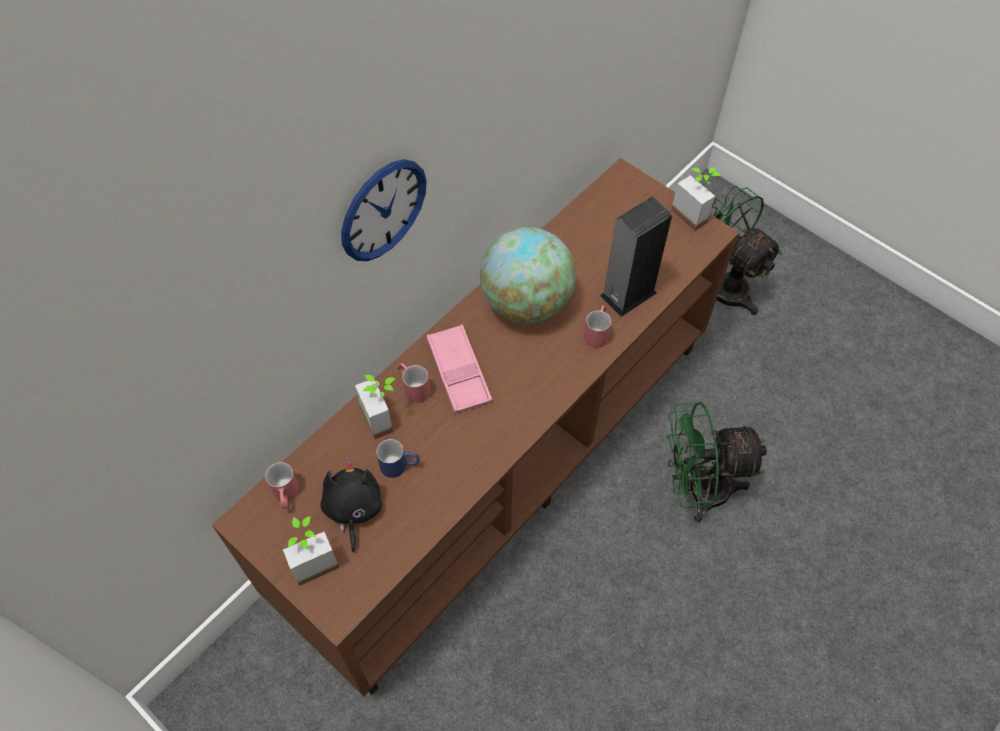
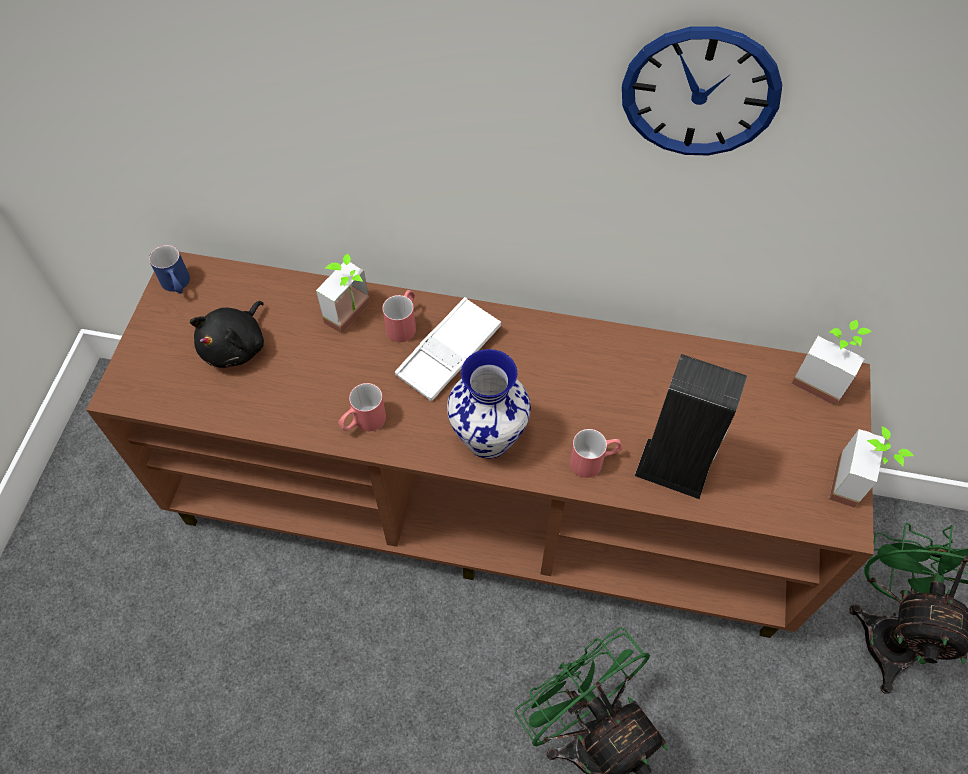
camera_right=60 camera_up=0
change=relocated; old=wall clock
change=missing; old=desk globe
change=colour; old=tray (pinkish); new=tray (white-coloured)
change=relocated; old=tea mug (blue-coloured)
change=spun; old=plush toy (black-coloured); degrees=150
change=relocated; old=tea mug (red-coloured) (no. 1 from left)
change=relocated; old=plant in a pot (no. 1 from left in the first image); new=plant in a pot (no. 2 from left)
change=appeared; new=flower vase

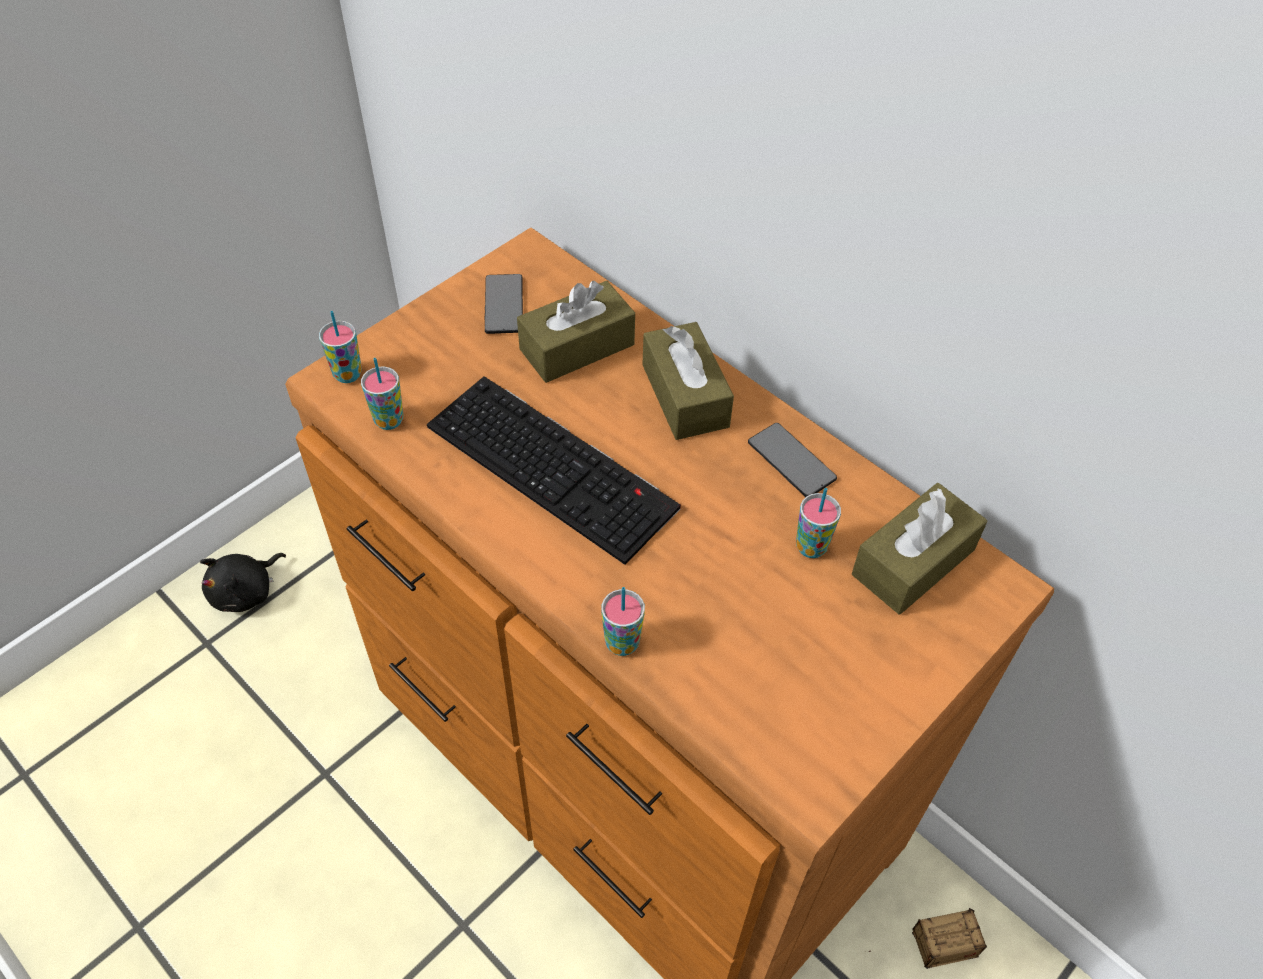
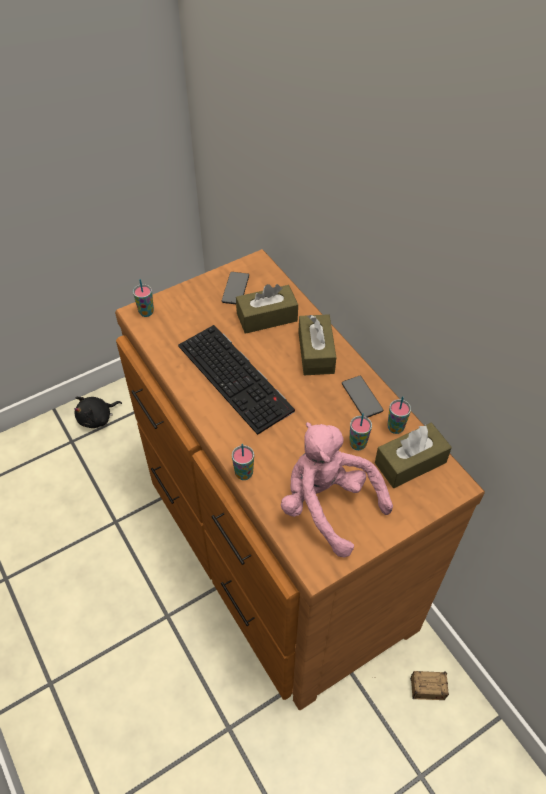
camera_right=15 camera_up=0
change=relocated; old=drinking cup (no. 2 from left in the first image); new=drinking cup (no. 4 from left)
change=appeared; new=plush toy (pinkish)

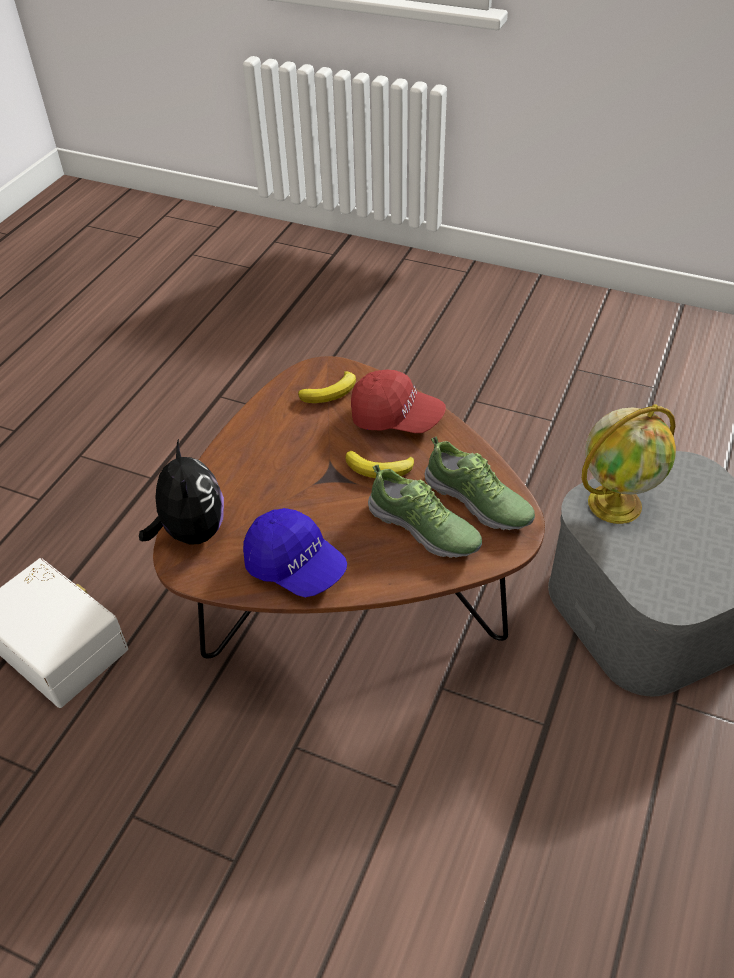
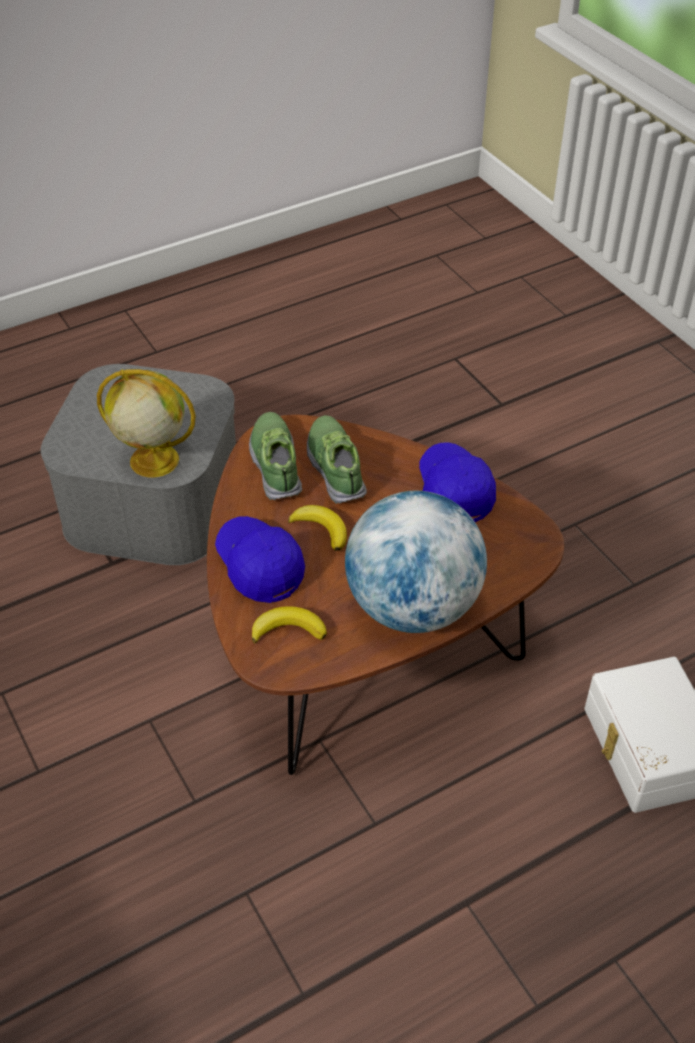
camera_right=-145 camera_up=0
change=colour; old=peaked cap (red-coloured); new=peaked cap (blue-coloured) (no. 1 from left)
change=missing; old=plush toy
change=appeared; new=desk globe (no. 2 from left)

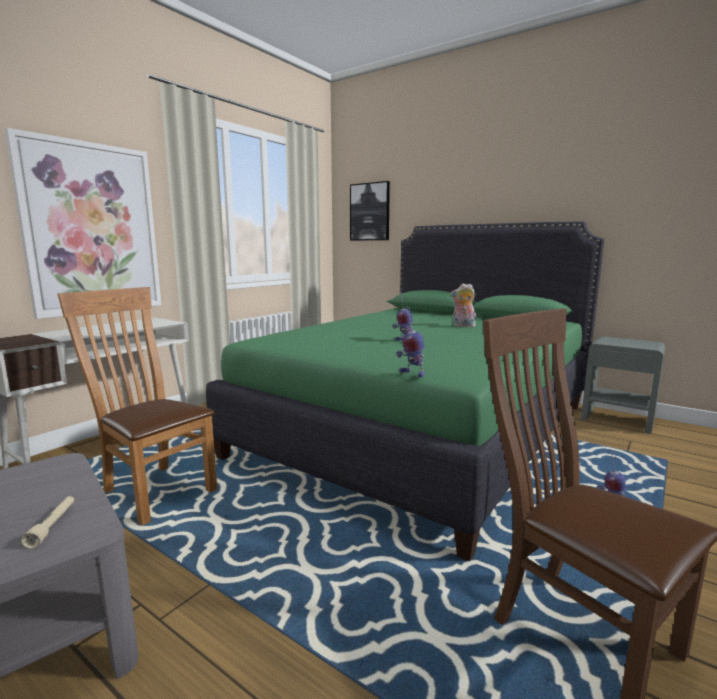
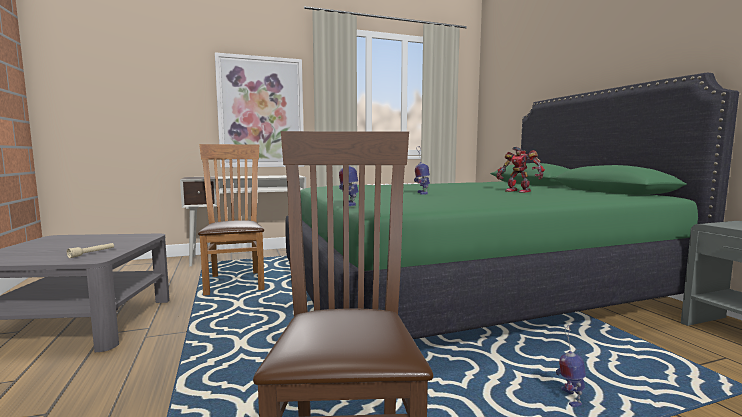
camera_right=35 camera_up=-5
change=missing; old=wall picture (no. 2 from left)
change=exchanged; old=plush toy; new=robot figure (no. 3 from left)

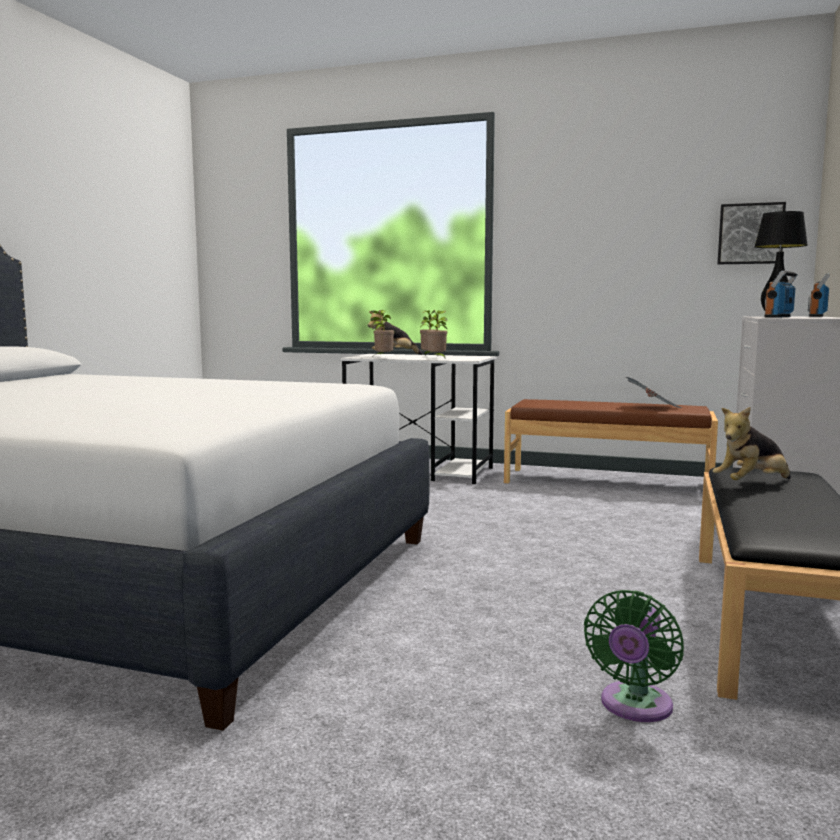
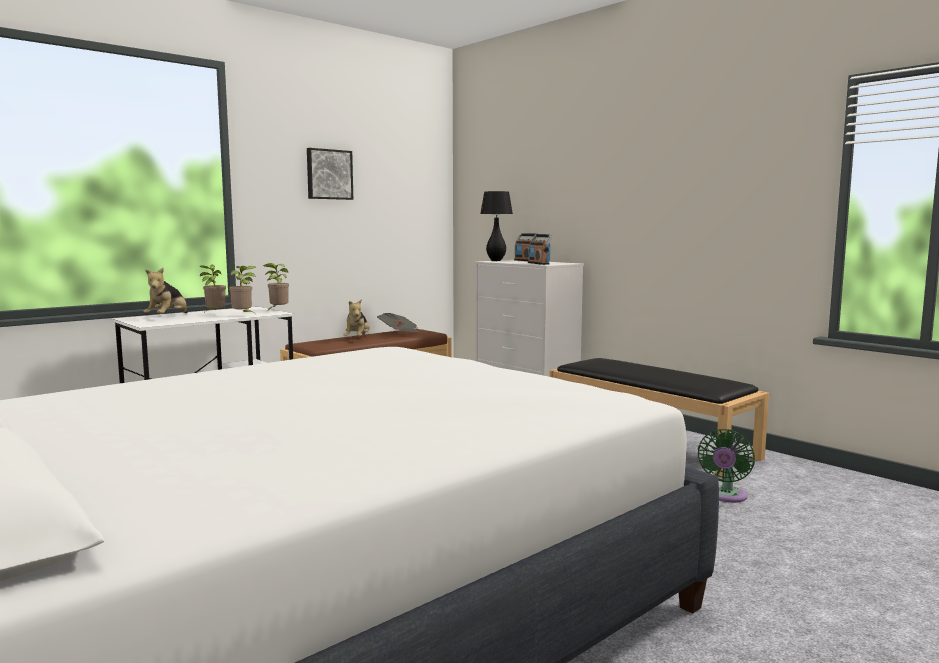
camera_right=-60 camera_up=0
change=relocated; old=wall picture
change=relocated; old=plant in a pot (no. 1 from left in the first image); new=plant in a pot (no. 3 from left)
change=relocated; old=plush toy (no. 2 from left)
change=spun; old=cooling fan (greenish); degrees=60

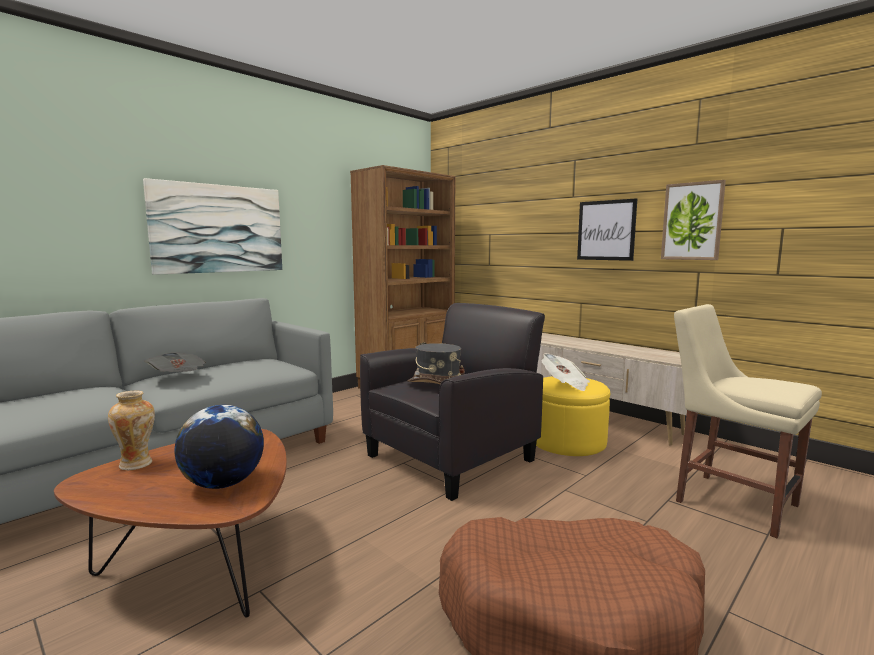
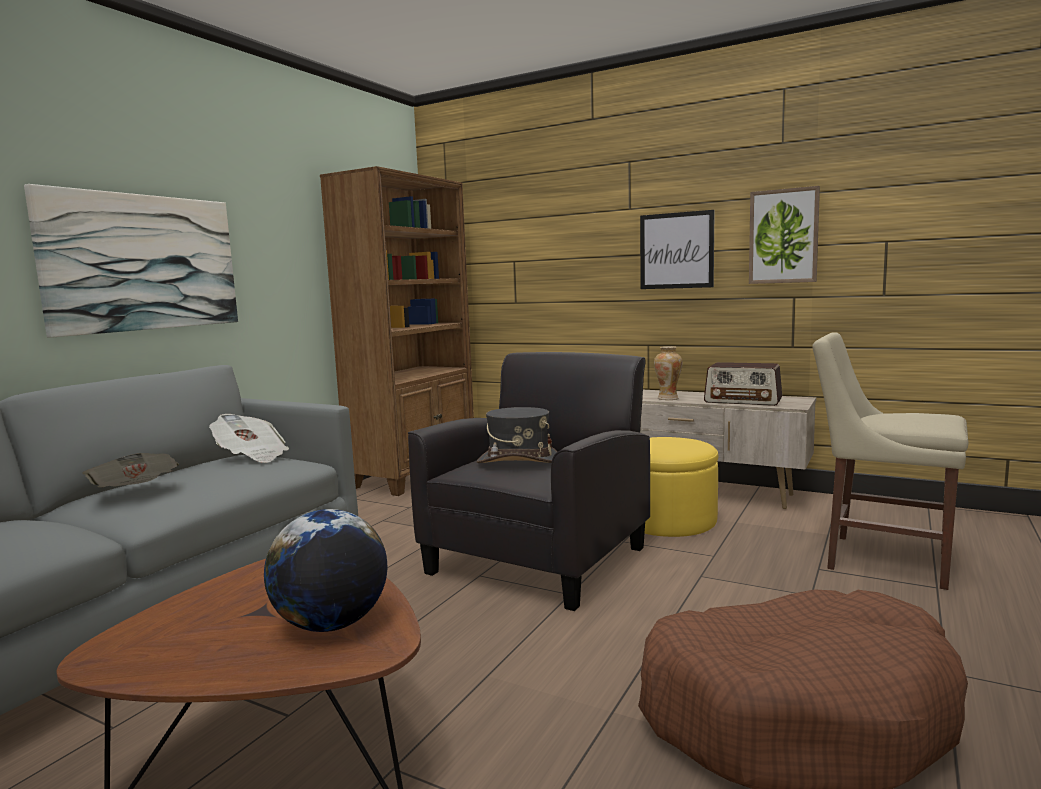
camera_right=-15 camera_up=0
change=relocated; old=printed paper (no. 2 from left)
change=relocated; old=flower vase
change=appeared; new=radio set

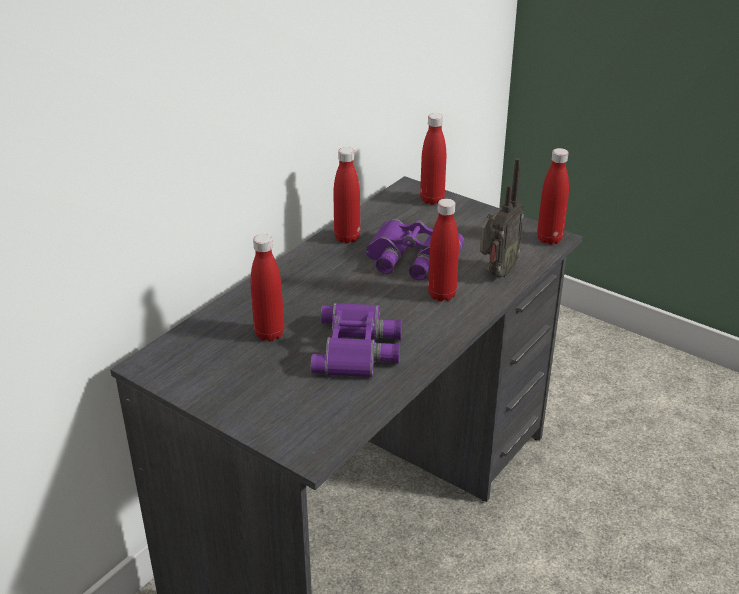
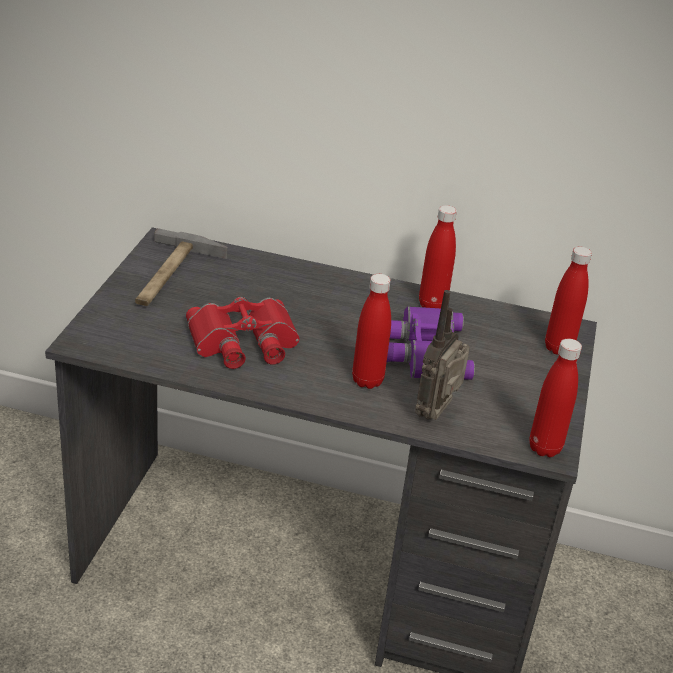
camera_right=65 camera_up=0
change=spun; old=radio set; degrees=105
change=missing; old=bottle (red-coloured) (no. 1 from left)
change=colour; old=pair of binoculars (purple) (no. 1 from left); new=pair of binoculars (red-coloured)
change=appeared; new=tool hammer

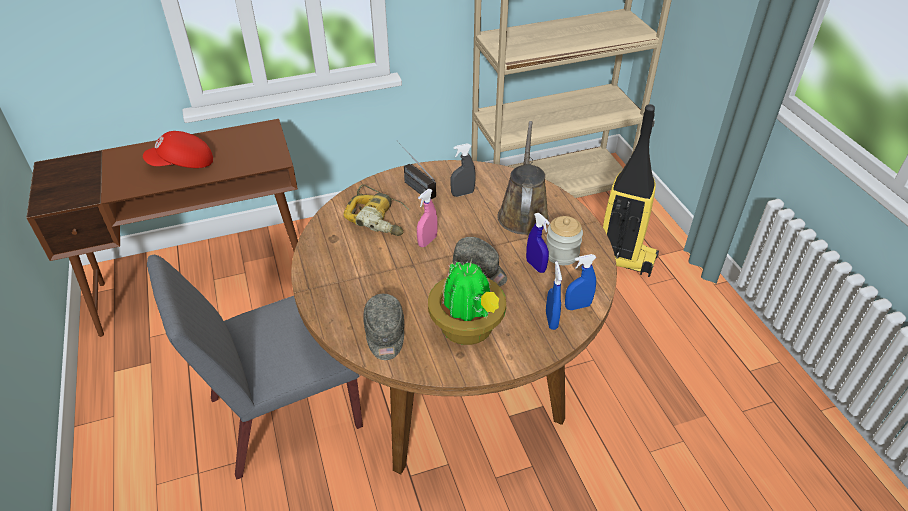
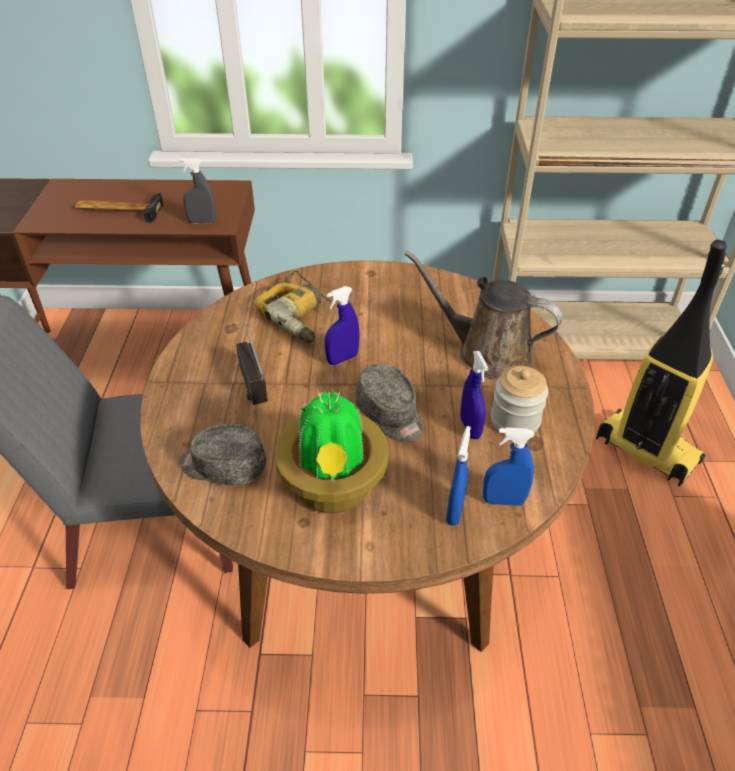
camera_right=20 camera_up=0
change=spun; old=sprinkling can (brownish); degrees=-90
change=exchanged; old=peaked cap (red-coloured); new=tool hammer
change=relocated; old=radio set
change=relocated; old=hand sprayer (gray)
change=colour; old=hand sprayer (pinkish); new=hand sprayer (blue-coloured) (no. 1 from left)
change=spun; old=peaked cap (gray) (no. 1 from left); degrees=90

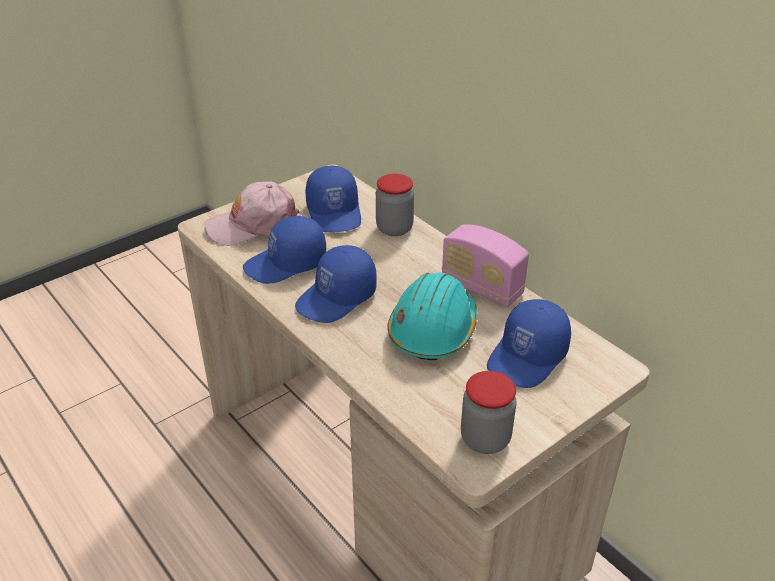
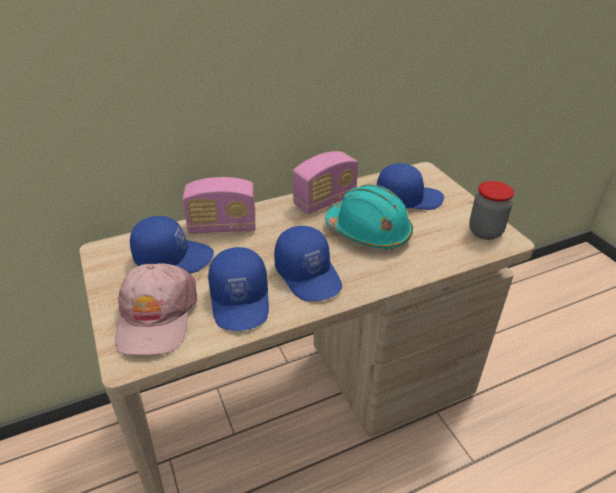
camera_right=-75 camera_up=0
change=exchanged; old=storage jar (no. 1 from left); new=radio set (no. 1 from left)
change=spun; old=peaked cap (blue-coloured) (no. 4 from left); degrees=-60

